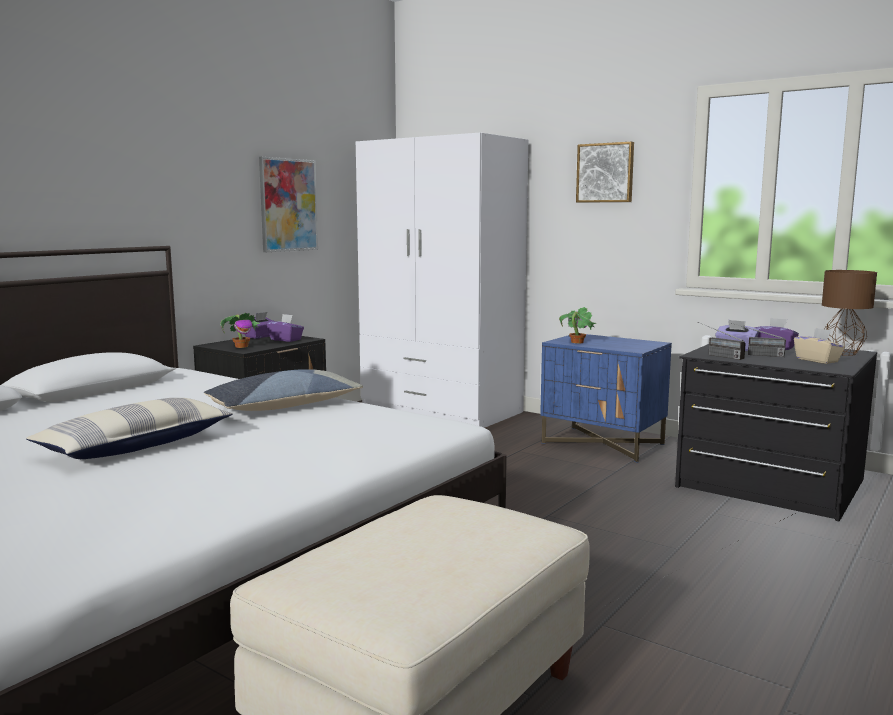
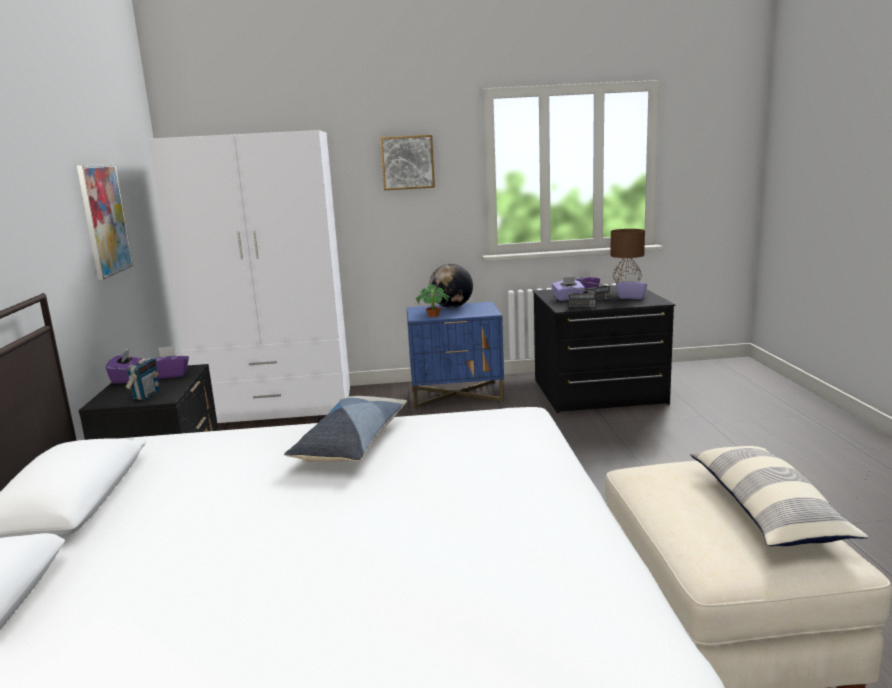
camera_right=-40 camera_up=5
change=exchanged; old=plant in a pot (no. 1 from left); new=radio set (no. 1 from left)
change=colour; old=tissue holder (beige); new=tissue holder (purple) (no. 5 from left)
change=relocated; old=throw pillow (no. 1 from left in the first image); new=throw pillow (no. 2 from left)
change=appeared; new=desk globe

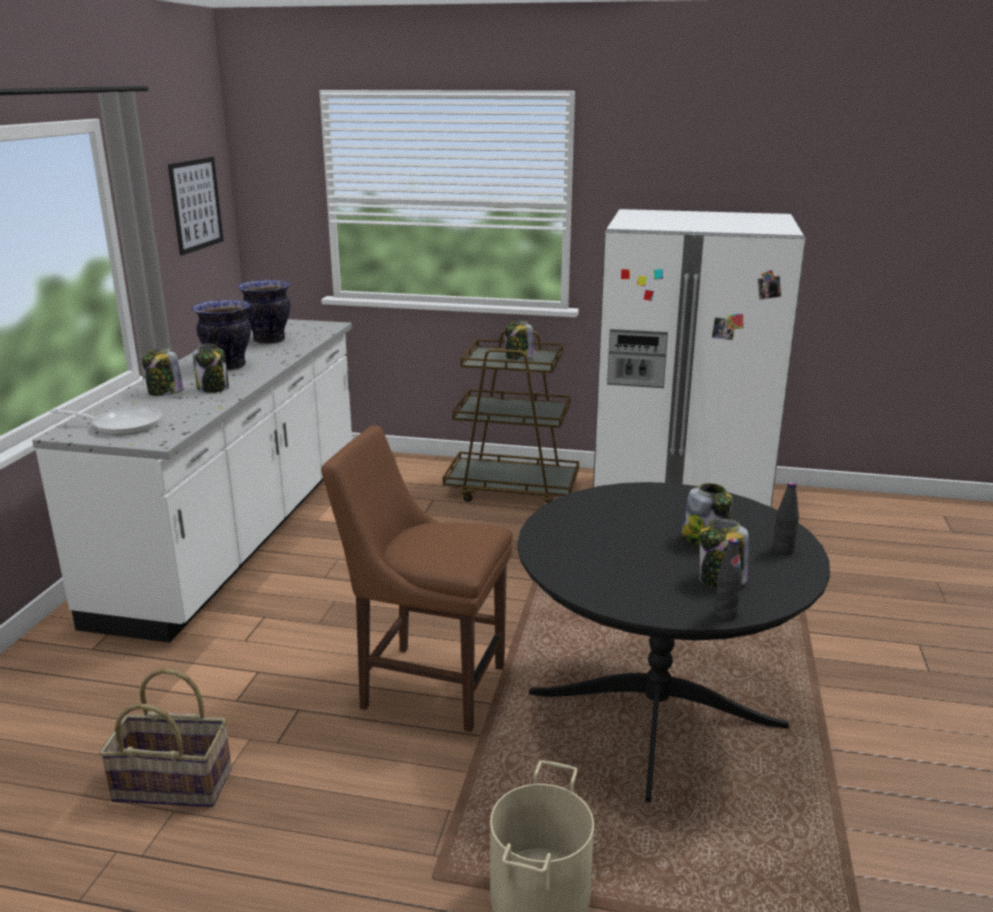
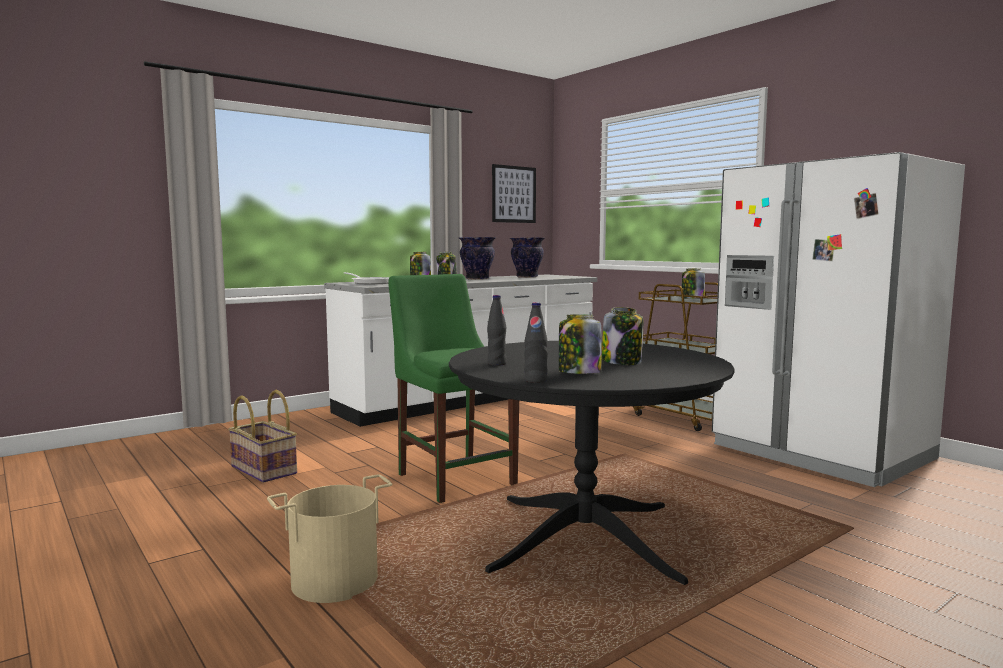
camera_right=40 camera_up=-15
change=colour; old=plain chair (brownish); new=plain chair (greenish)
change=relocated; old=bottle (black-coloured) (no. 2 from left in the first image); new=bottle (black-coloured) (no. 1 from left)

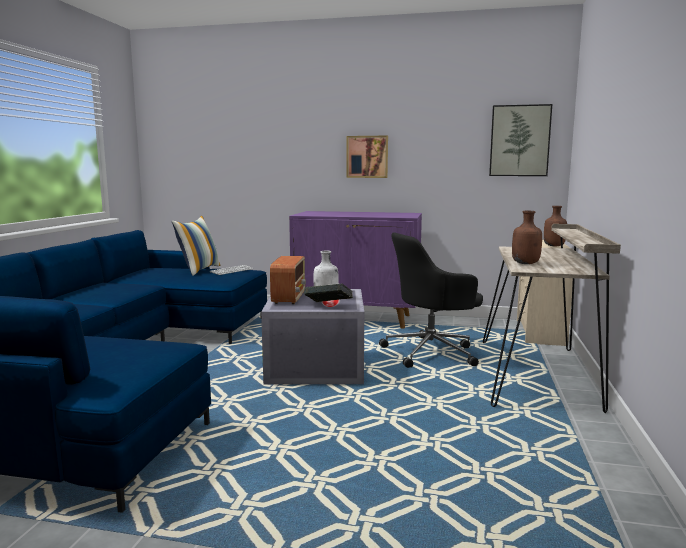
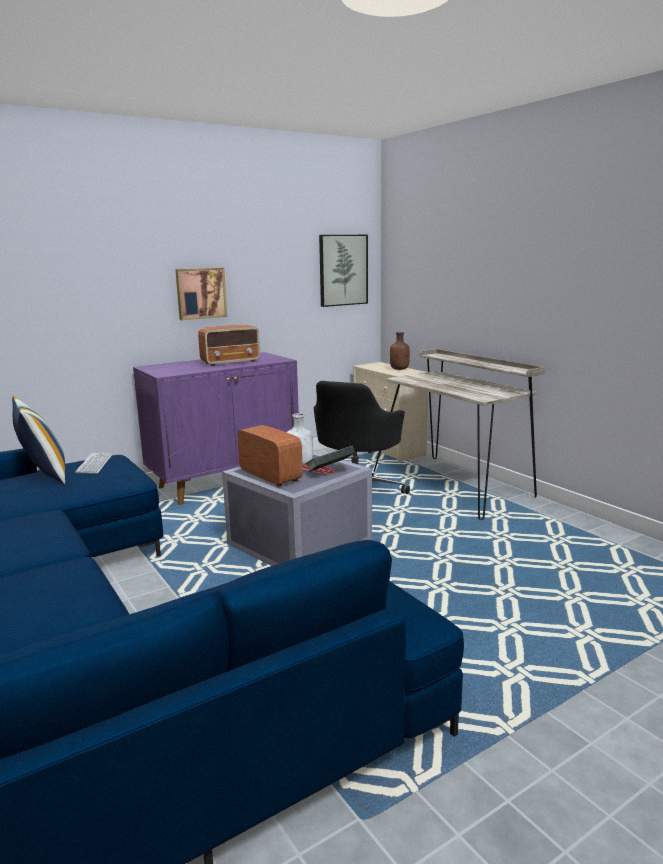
camera_right=-45 camera_up=5
change=missing; old=bottle (brownish) (no. 1 from left)
change=appeared; new=radio set (no. 1 from left)

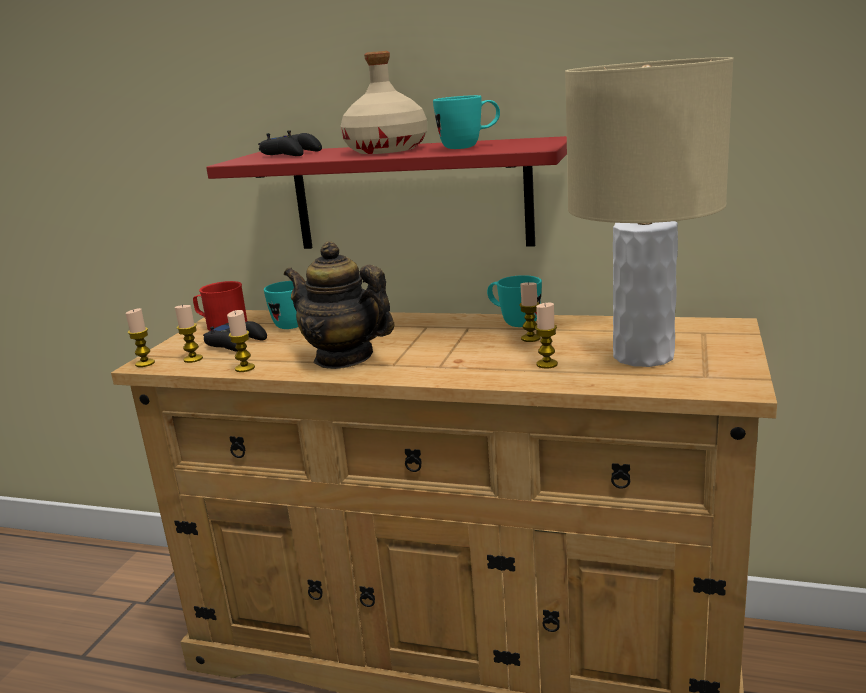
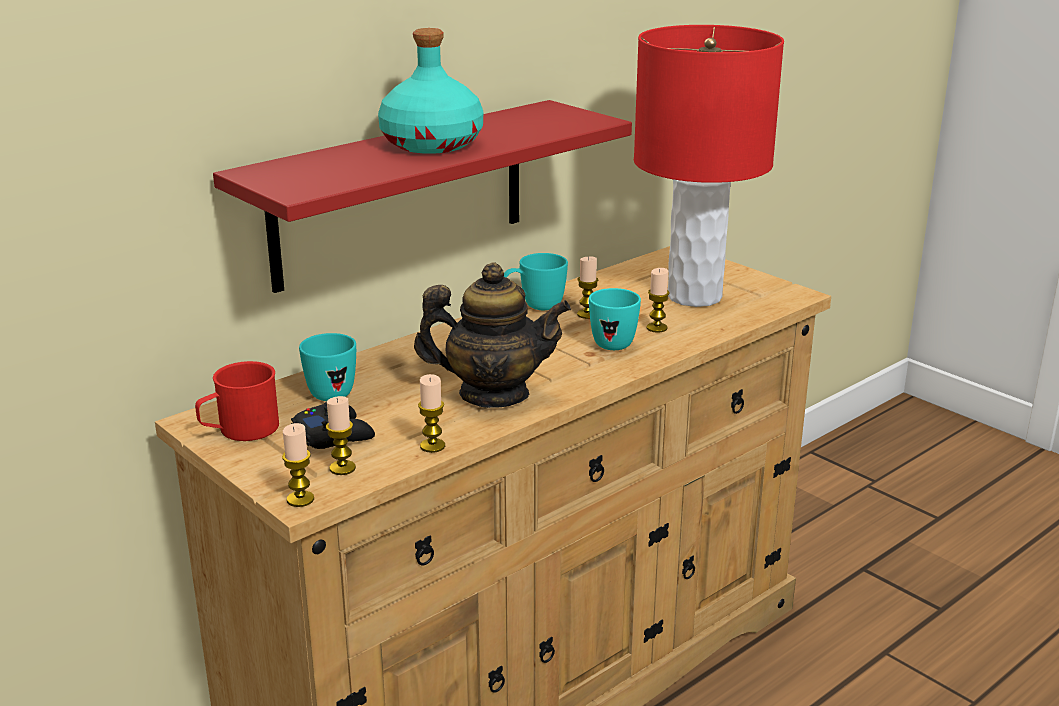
camera_right=-60 camera_up=5
change=colour; old=bottle (beige); new=bottle (turquoise)
change=colour; old=tabletop lamp (beige); new=tabletop lamp (red-coloured)
change=relocated; old=tea mug (turquoise) (no. 2 from left in the first image); new=tea mug (turquoise) (no. 3 from left)
change=missing; old=game controller (black-coloured) (no. 2 from left)
change=spun; old=pot for tea; degrees=-150

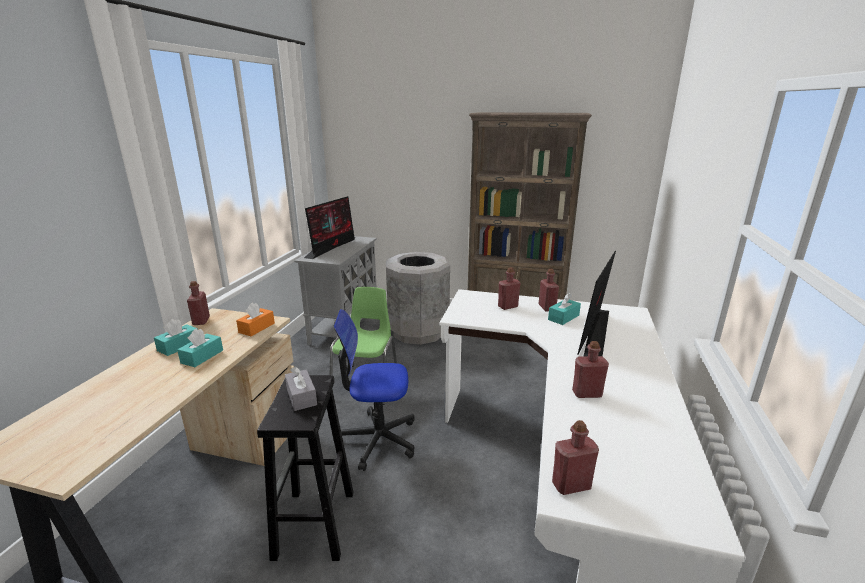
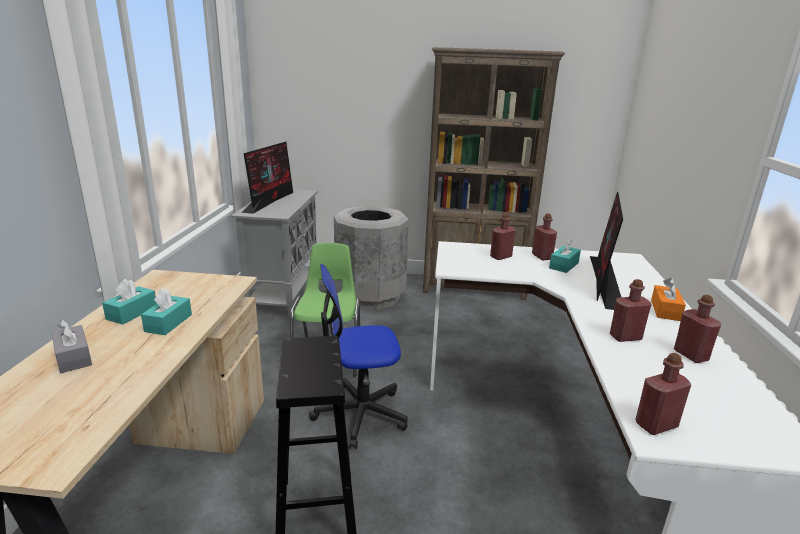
camera_right=-10 camera_up=0
change=relocated; old=bottle (red-coloured) (no. 1 from left in the first image); new=bottle (red-coloured) (no. 5 from left)
change=relocated; old=tissue holder (orange)
change=relocated; old=tissue holder (gray)

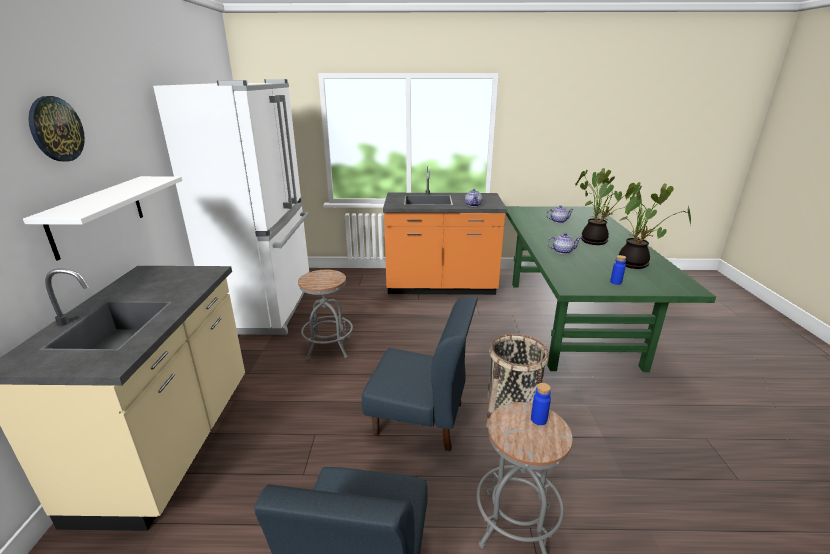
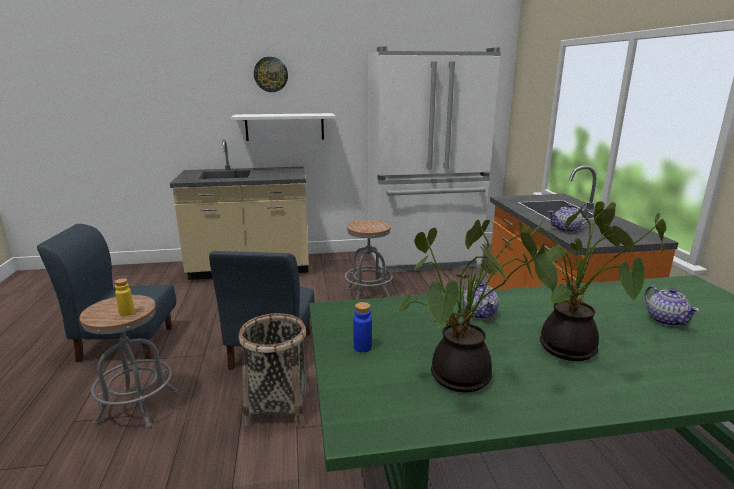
camera_right=80 camera_up=-5
change=colour; old=bottle (blue-coloured) (no. 1 from left); new=bottle (yellow)

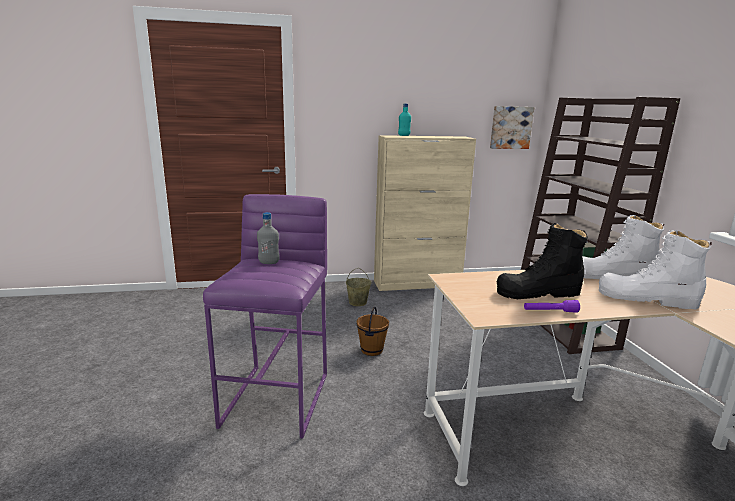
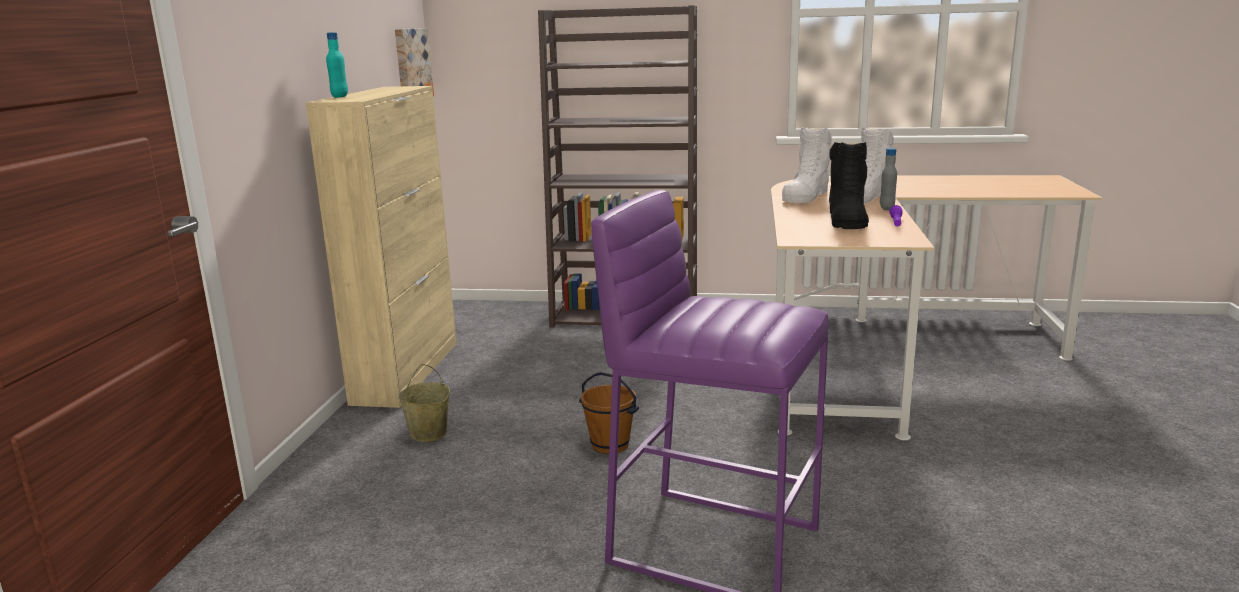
camera_right=-70 camera_up=0
change=relocated; old=bottle (gray)

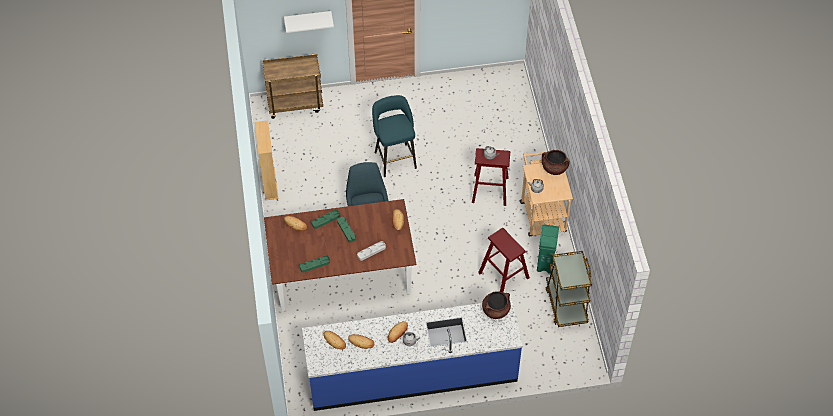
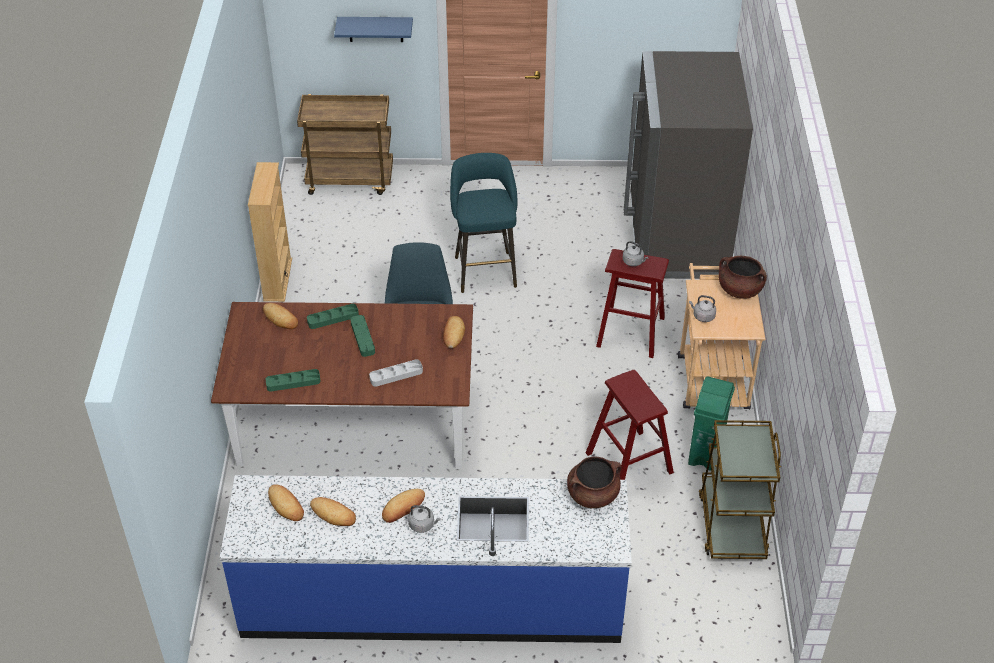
camera_right=10 camera_up=-10
change=colour; old=shelf (white-coloured); new=shelf (blue-coloured)
change=appeared; new=fridge (gray)

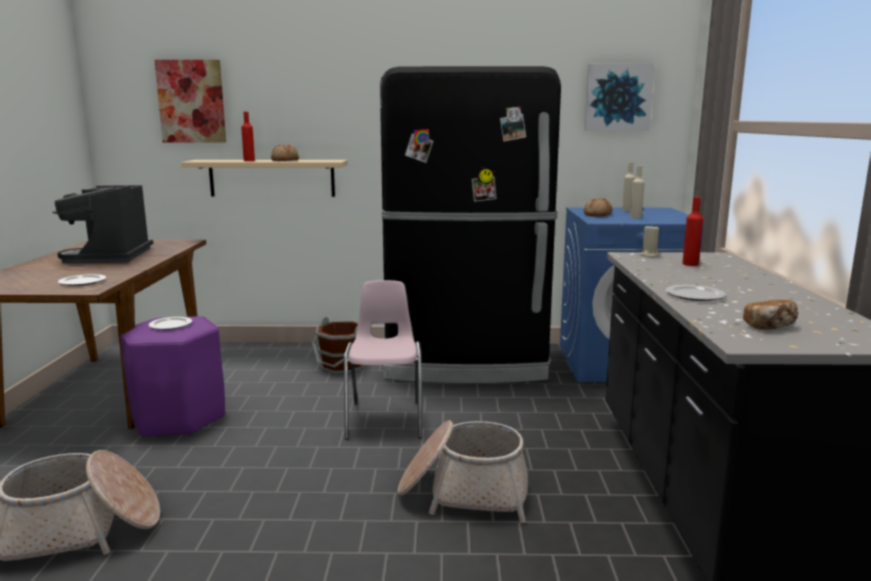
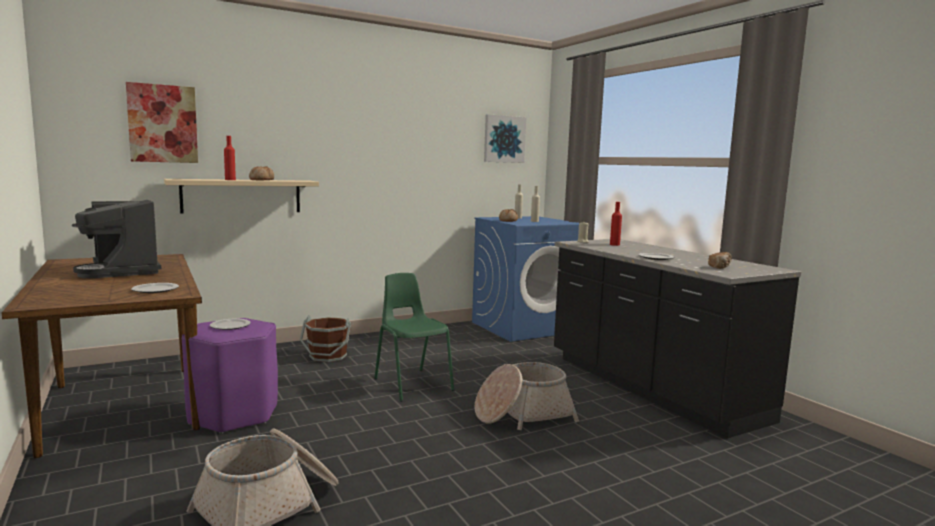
camera_right=-30 camera_up=-5
change=missing; old=fridge (black-coloured)
change=colour; old=plain chair (pinkish); new=plain chair (greenish)

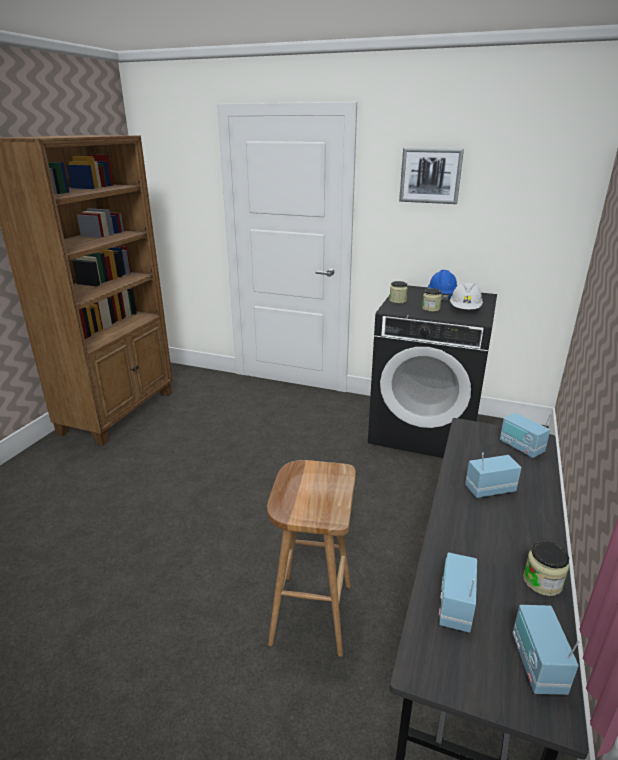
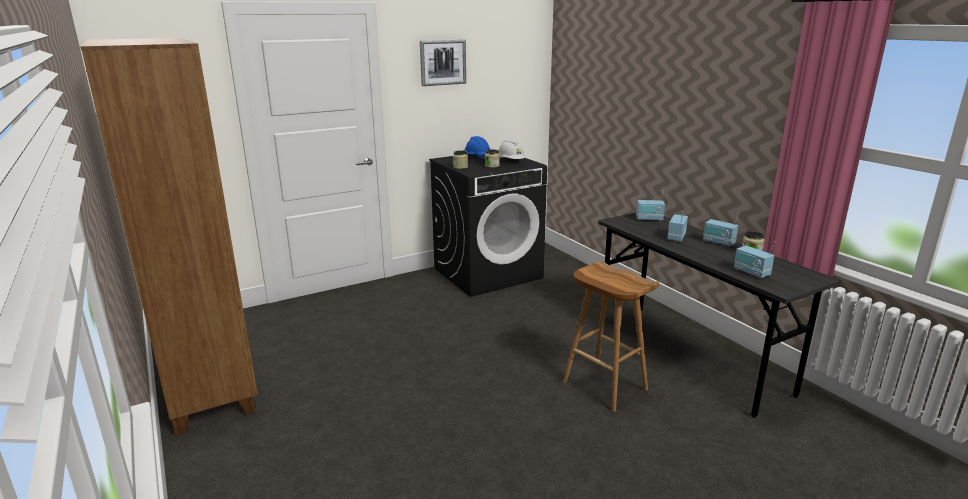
camera_right=-50 camera_up=-5
change=relocated; old=radio set (no. 4 from left in the first image); new=radio set (no. 3 from left)

